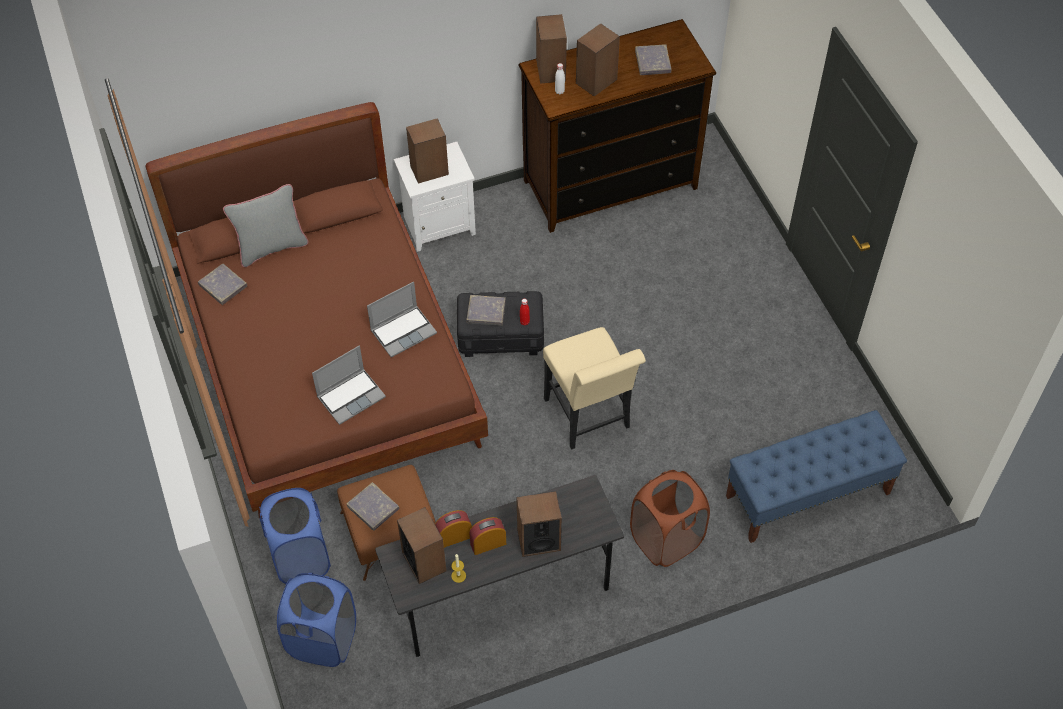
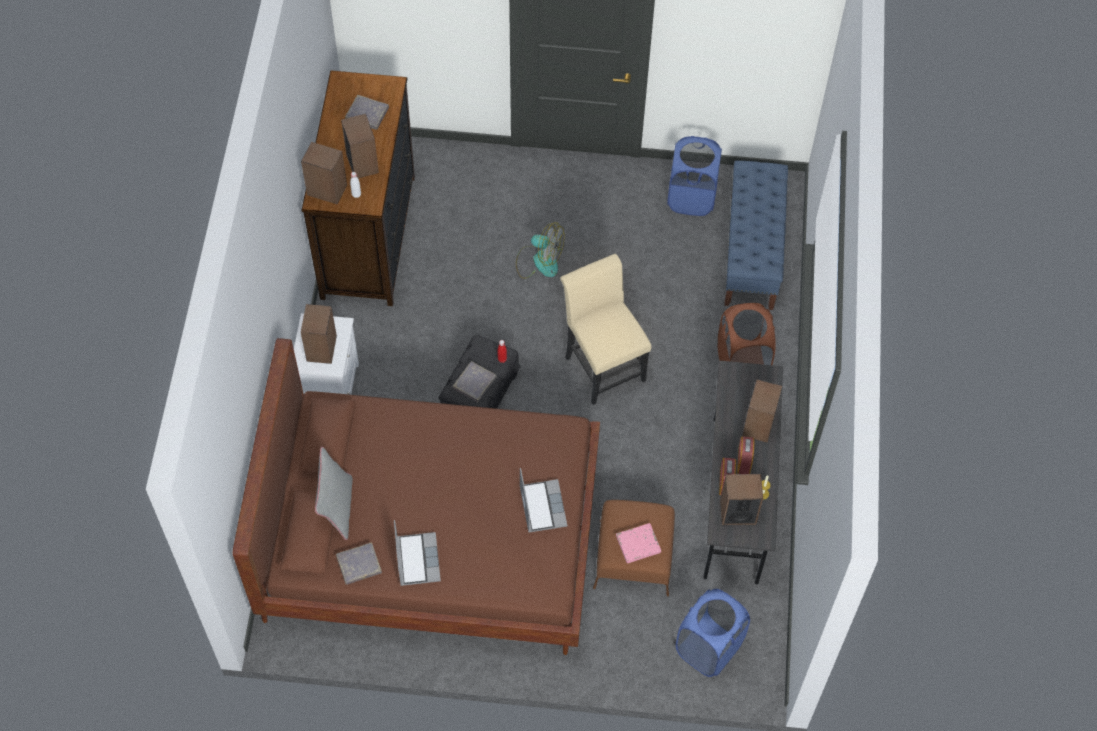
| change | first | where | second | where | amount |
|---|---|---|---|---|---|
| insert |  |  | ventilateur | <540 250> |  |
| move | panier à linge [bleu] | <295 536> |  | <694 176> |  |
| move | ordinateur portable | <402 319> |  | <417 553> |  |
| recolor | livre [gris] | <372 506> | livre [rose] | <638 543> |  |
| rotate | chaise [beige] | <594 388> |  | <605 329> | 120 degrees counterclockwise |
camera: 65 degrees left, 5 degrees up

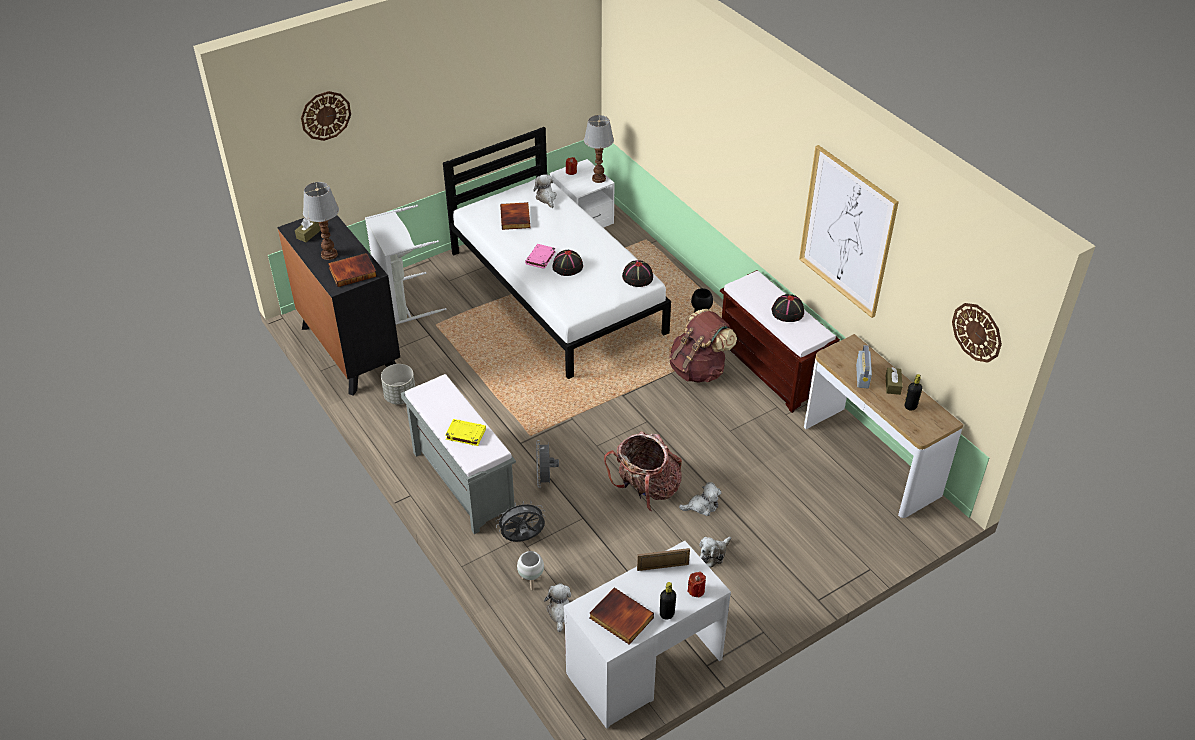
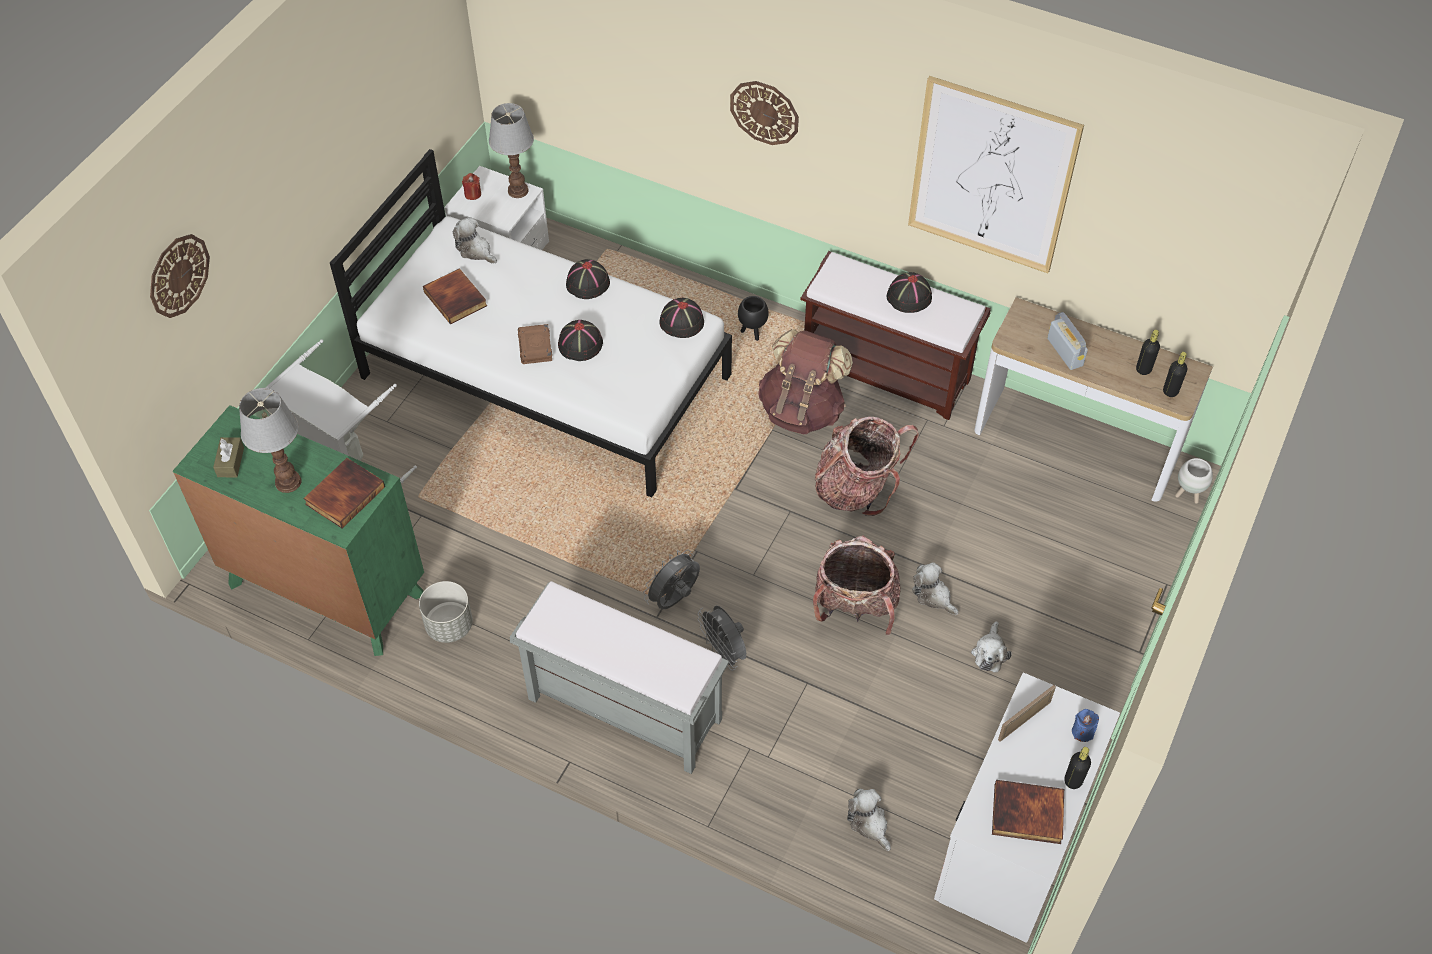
| change | first | where | second | where | amount |
|---|---|---|---|---|---|
| delete | livre [jaune] | <465 432> |  |  |  |
| delete | boîte à mouchoirs [marron] | <894 381> |  |  |  |
| insert |  |  | chapeau [noir] | <588 279> |  |
| insert |  |  | sac à dos | <866 466> |  |
| insert |  |  | bouteille [noir] | <1175 374> |  |
| move | ventilateur [gris] | <520 521> |  | <671 579> |  |
| move | cache-pot [blanc] | <530 570> |  | <1194 481> |  |
| move | horloge murale | <977 333> |  | <764 113> |  |
| recolor | commode [noir] | <338 305> | commode [vert] | <298 530> |  |
| recolor | livre [rose] | <540 256> | livre [marron] | <535 344> |  |
| recolor | bougie [rouge] | <696 585> | bougie [bleu] | <1085 725> |  |
| rotate | peluche | <700 499> |  | <935 588> | 90 degrees counterclockwise |
camera: 30 degrees left, 10 degrees up

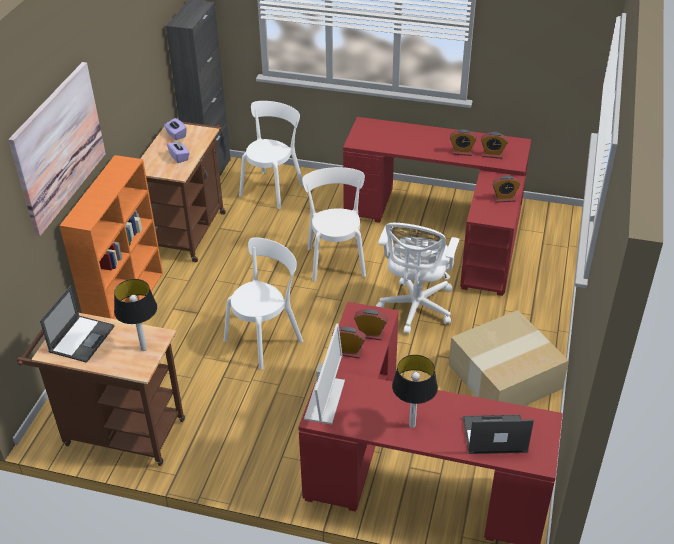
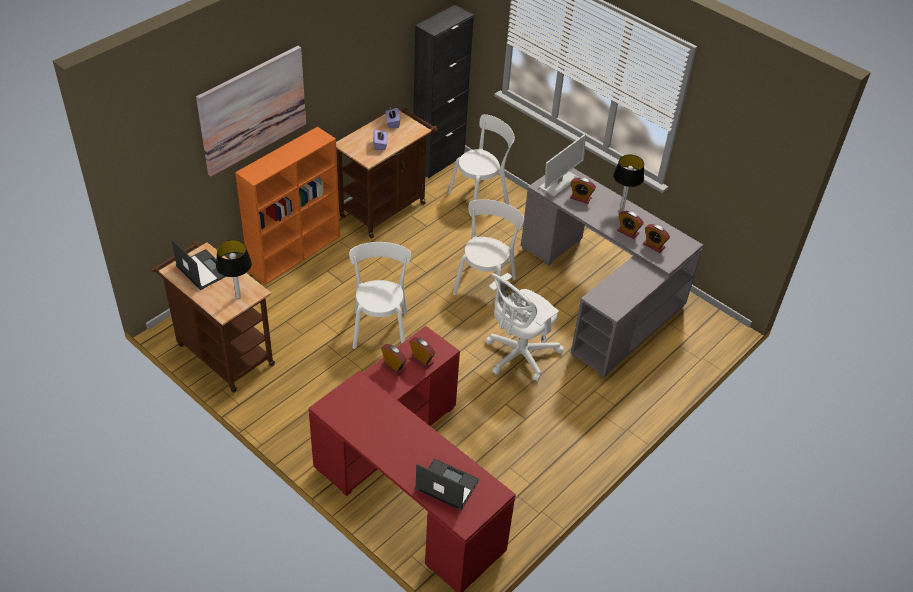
| change | first | where | second | where | amount |
|---|---|---|---|---|---|
| delete | carton | <509 358> |  |  |  |
| move | écran d'ordinateur | <324 374> |  | <562 165> |  |
| move | lampe de table | <415 391> |  | <628 182> |  |
| move | réveil | <506 189> |  | <583 191> |  |
| recolor | bureau [rouge] | <437 206> | bureau [gris] | <612 273> |  |
| rotate | ordinateur portable | <77 324> |  | <198 264> | 90 degrees counterclockwise |
| rotate | chaise [blanc] | <263 303> |  | <380 295> | 75 degrees counterclockwise |
camera: 25 degrees right, 5 degrees up

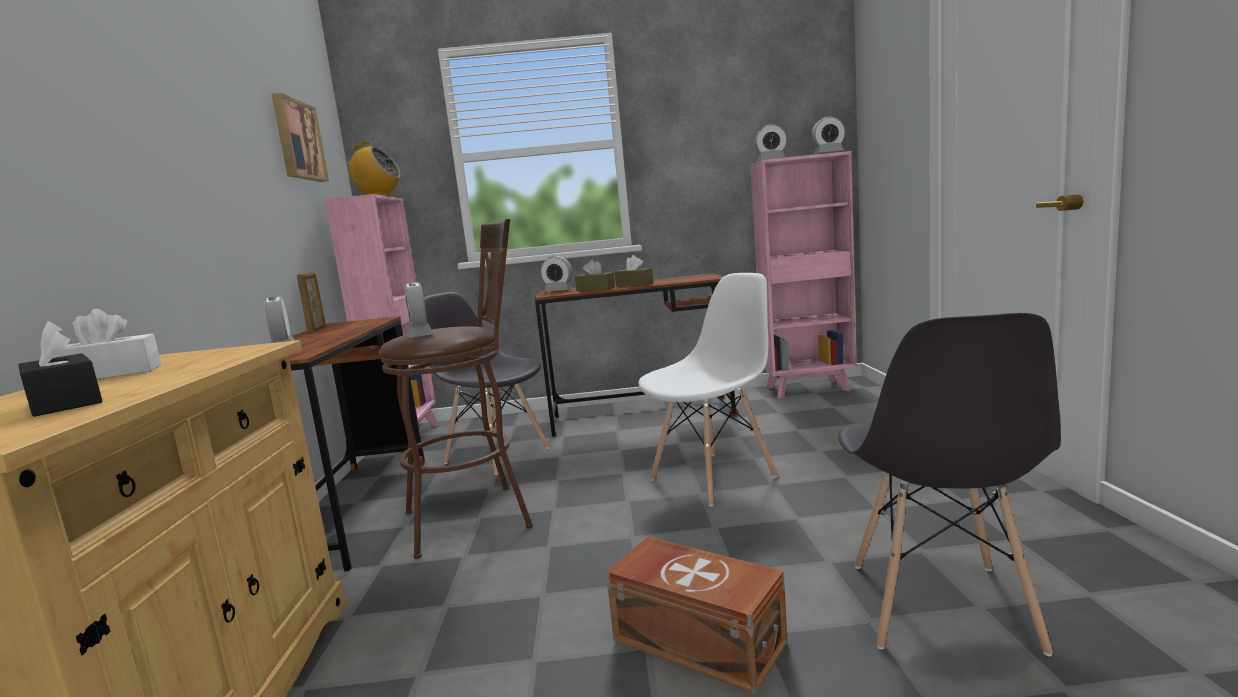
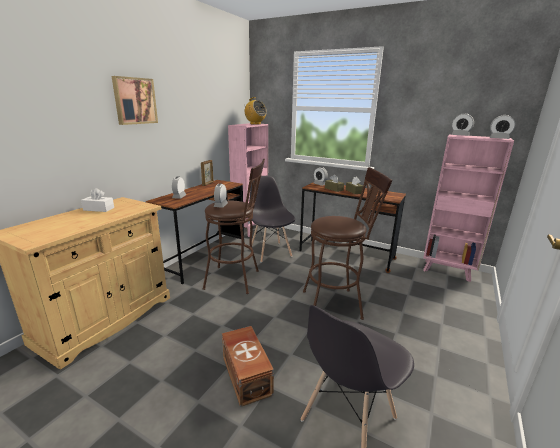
| change | first | where | second | where | amount |
|---|---|---|---|---|---|
| delete | boîte à mouchoirs [noir] | <61 369> |  |  |  |
| move | tableau | <300 137> |  | <135 100> |  |
| replace | chaise [blanc] | <708 390> | tabouret [marron] | <347 243> |  |
camera: 30 degrees right, 10 degrees up

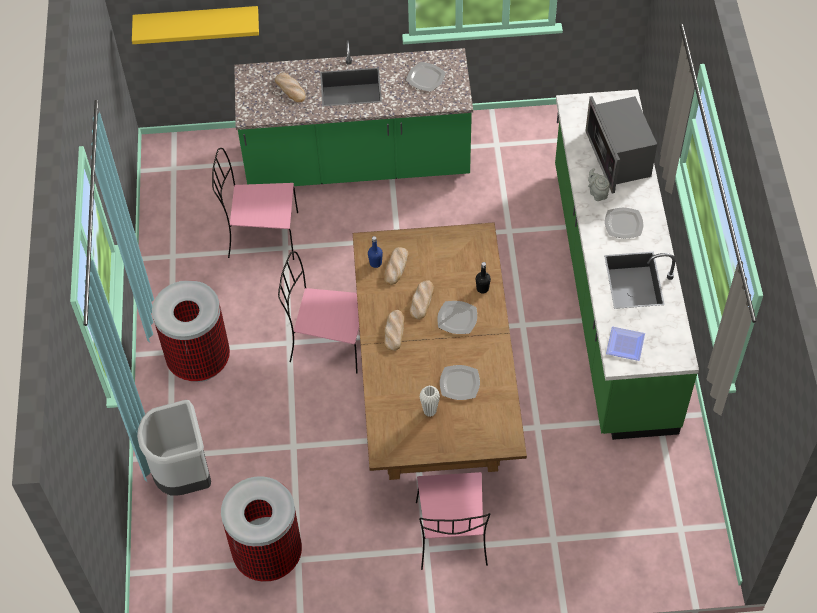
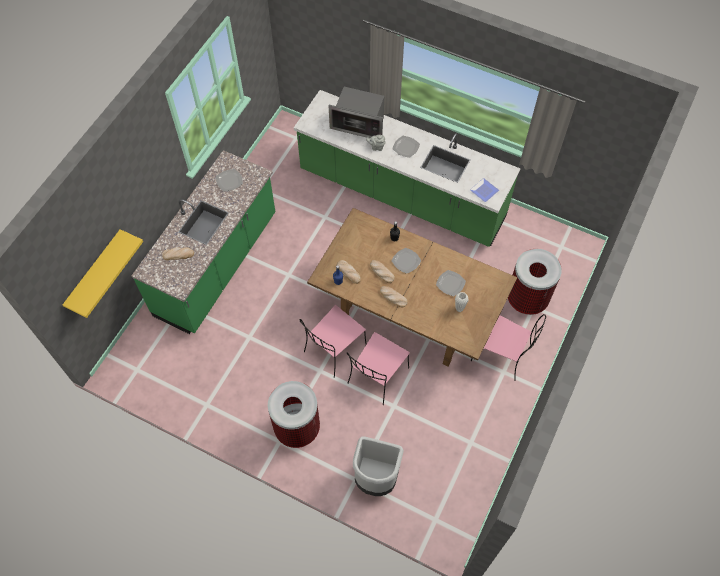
| change | first | where | second | where | amount |
|---|---|---|---|---|---|
| move | chaise [rose] | <255 204> |  | <378 368> |  |
| move | poubelle | <261 529> |  | <535 282> |  |
camera: 60 degrees left, 5 degrees up

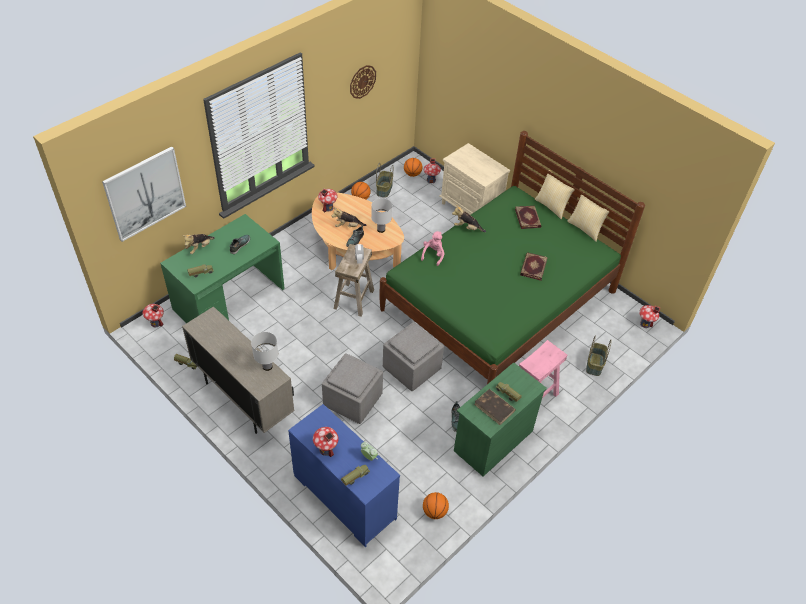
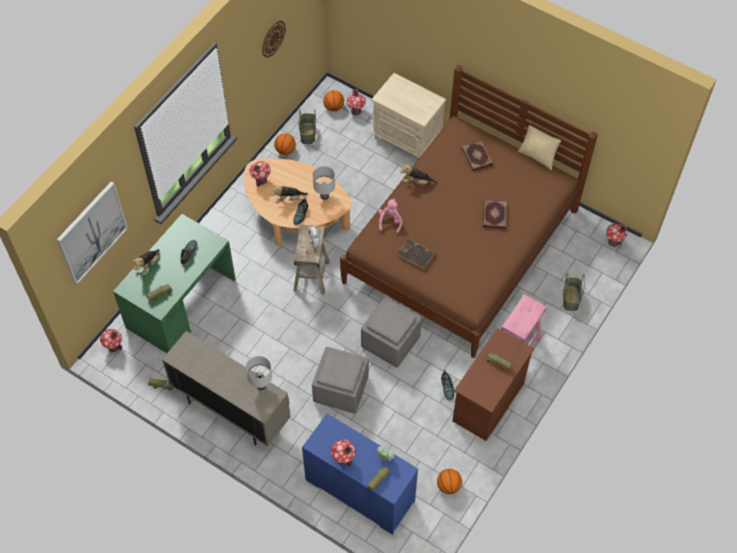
| change | first | where | second | where | amount |
|---|---|---|---|---|---|
| delete | coussin | <555 194> |  |  |  |
| move | livre [marron] | <495 407> |  | <416 254> |  |
| recolor | lit [vert] | <512 257> | lit [marron] | <469 211> |  |
| recolor | commode [vert] | <500 419> | commode [marron] | <493 384> |  |
camera: 10 degrees left, 10 degrees up

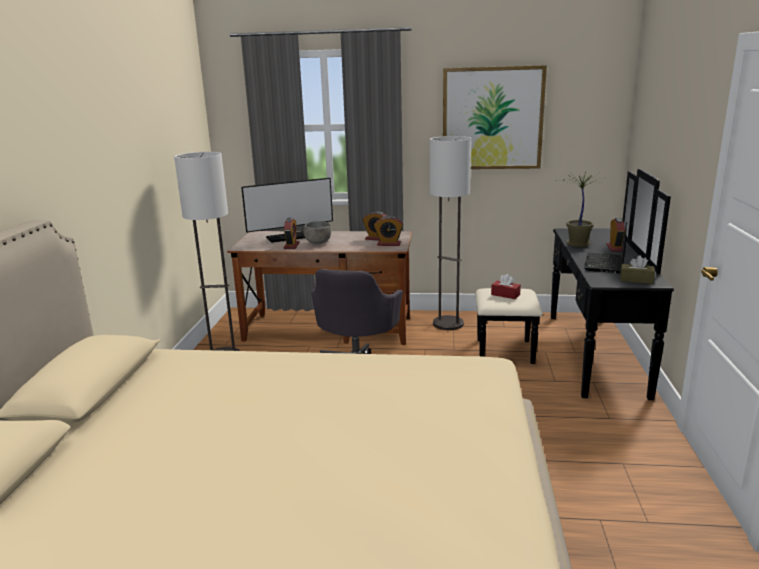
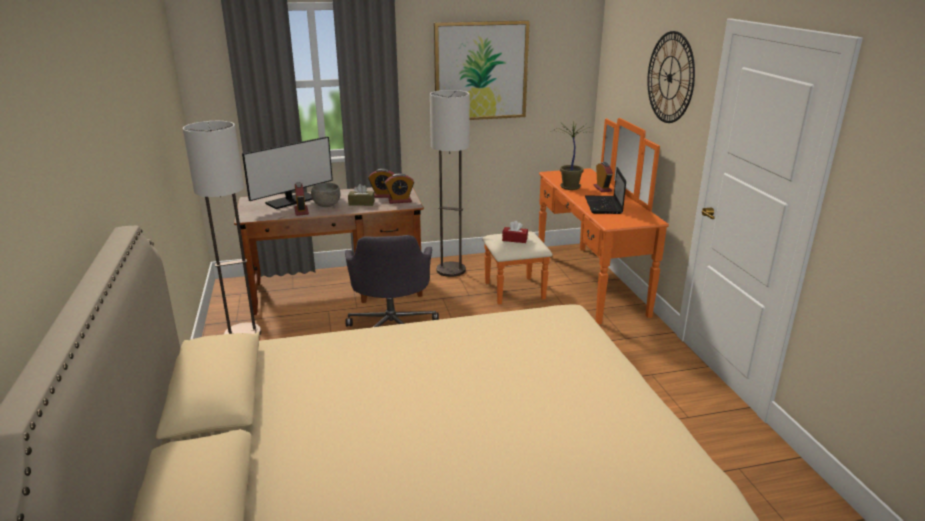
| change | first | where | second | where | amount |
|---|---|---|---|---|---|
| insert |  |  | horloge murale | <671 77> |  |
| move | boîte à mouchoirs [marron] | <637 269> |  | <361 195> |  |
| recolor | commode [noir] | <574 284> | commode [orange] | <575 221> |  |
camera: 20 degrees left, 5 degrees up

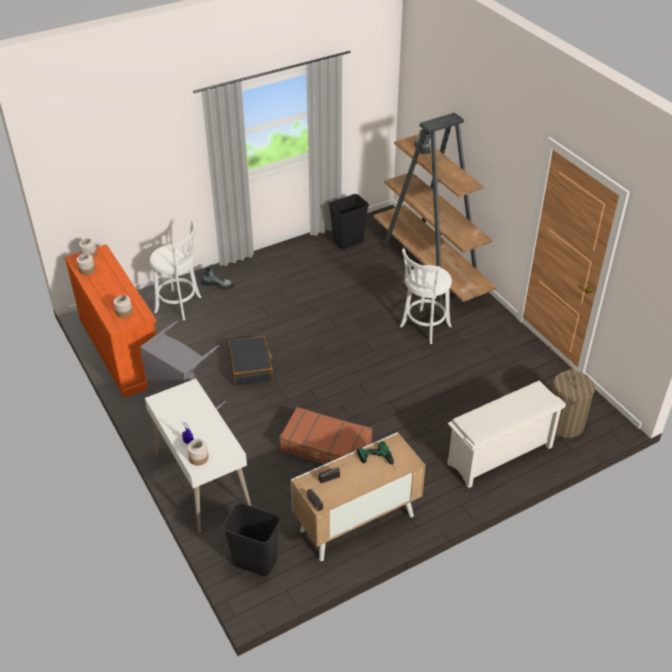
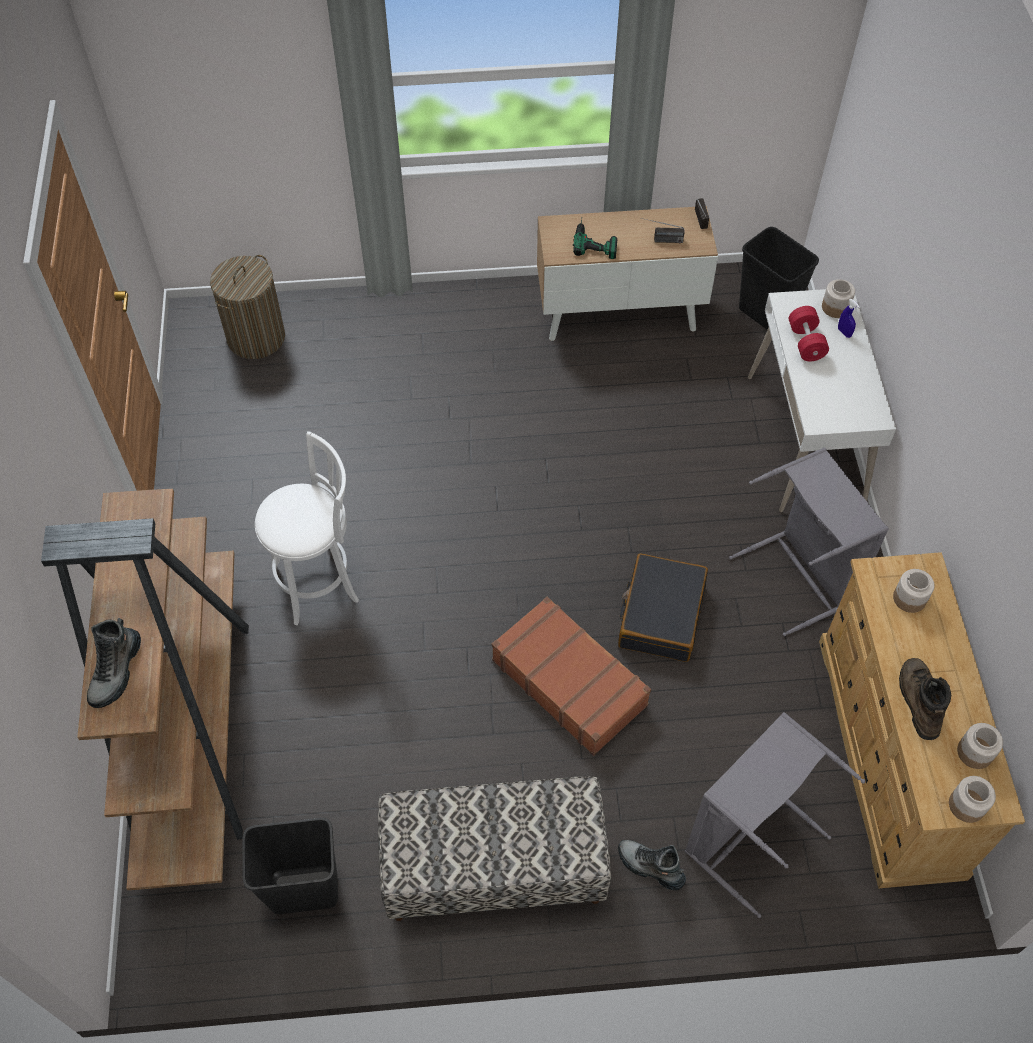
| change | first | where | second | where | amount |
|---|---|---|---|---|---|
| delete | étagère à chaussures [blanc] | <506 434> |  |  |  |
| insert |  |  | banc | <494 848> |  |
| insert |  |  | haltère [rouge] | <809 333> |  |
| insert |  |  | botte [marron] | <925 699> |  |
| move | valise [marron] | <326 435> |  | <571 676> |  |
| replace | tabouret [blanc] | <176 270> | panier à linge [gris] | <775 815> |  |
| recolor | commode [orange] | <111 321> | commode [beige] | <922 720> |  |
camera: 155 degrees left, 15 degrees up

